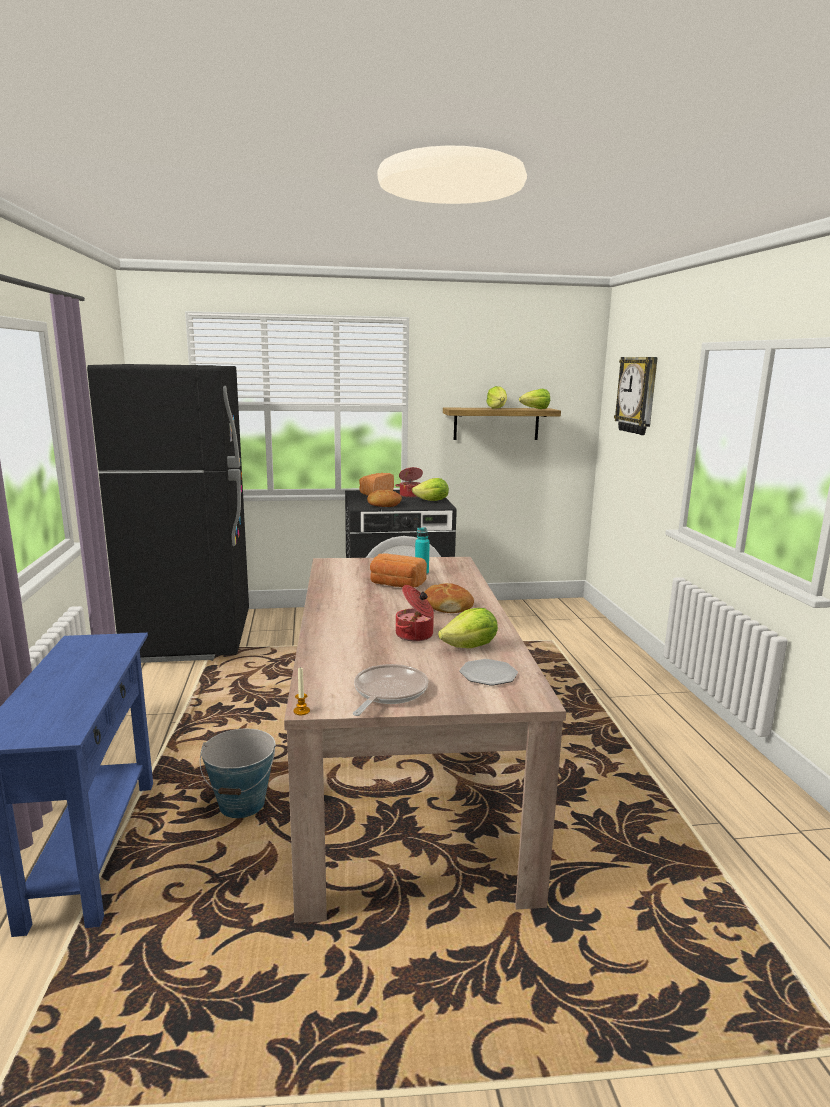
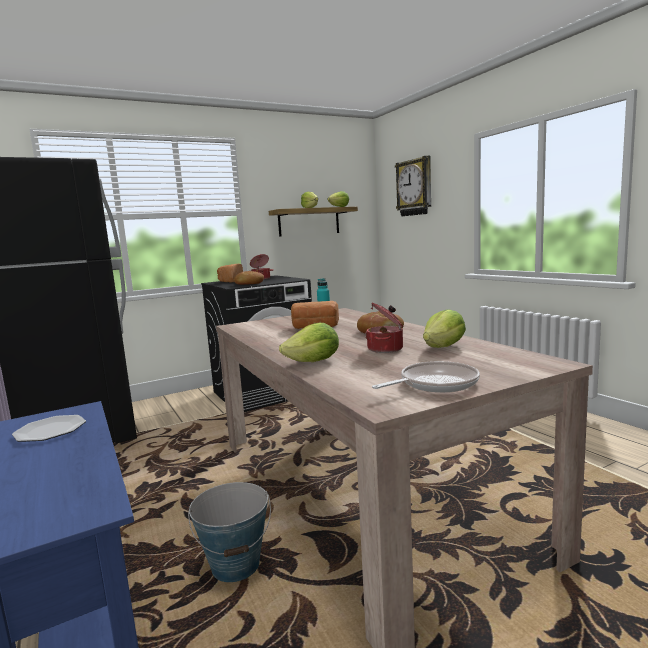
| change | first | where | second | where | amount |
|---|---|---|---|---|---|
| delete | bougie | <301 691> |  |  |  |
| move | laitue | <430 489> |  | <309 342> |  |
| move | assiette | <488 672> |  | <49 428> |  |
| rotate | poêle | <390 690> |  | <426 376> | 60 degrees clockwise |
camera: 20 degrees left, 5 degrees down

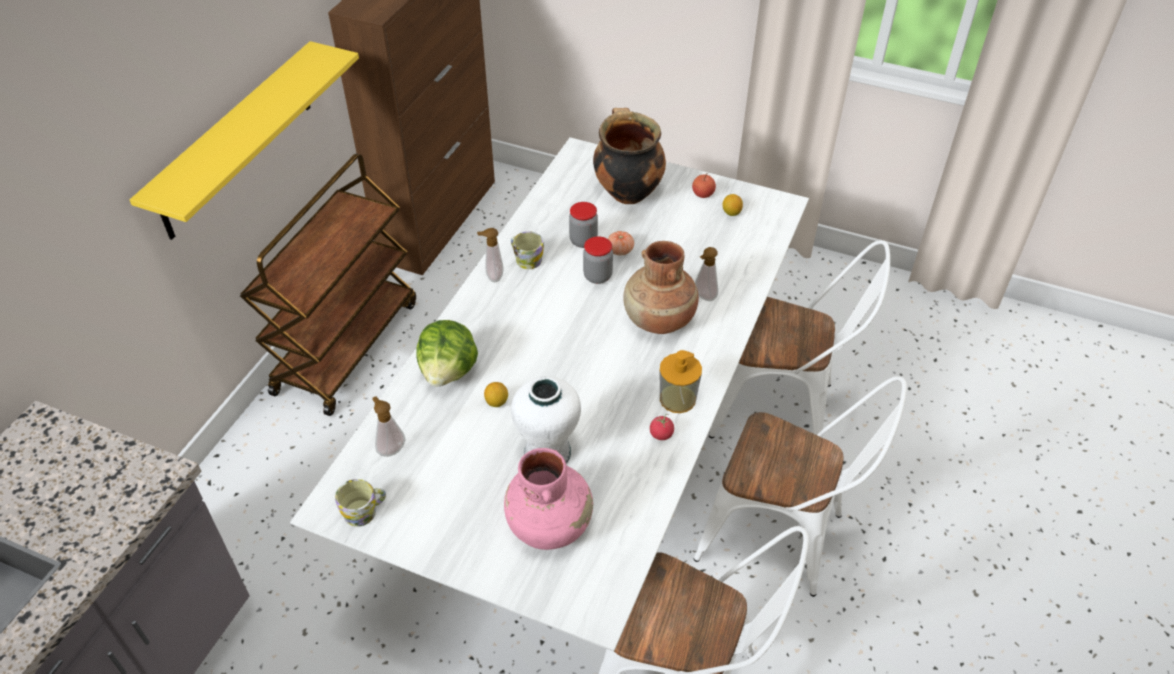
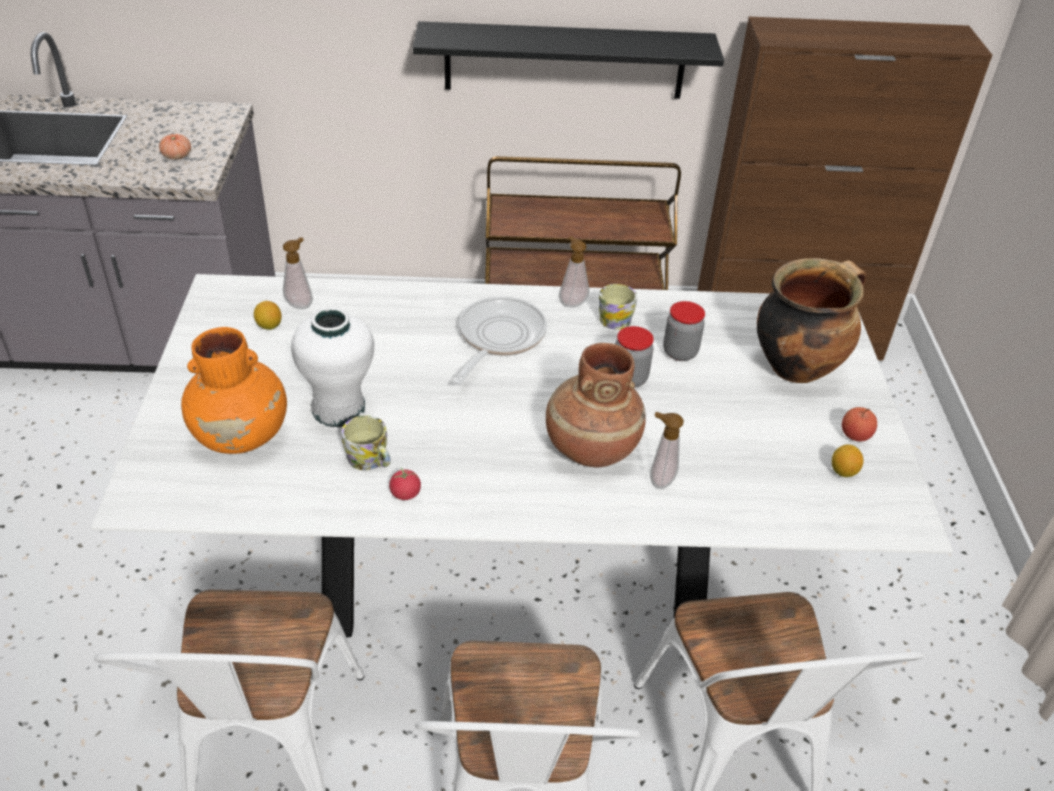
| change | first | where | second | where | amount |
|---|---|---|---|---|---|
| delete | laitue | <447 353> |  |  |  |
| delete | distributeur de savon | <681 381> |  |  |  |
| insert |  |  | poêle | <500 340> |  |
| move | mug | <360 503> |  | <366 442> |  |
| move | citron | <496 394> |  | <268 315> |  |
| move | tomate | <621 243> |  | <175 147> |  |
| recolor | étagère [jaune] | <244 140> | étagère [noir] | <568 60> |  |
| recolor | vase [rose] | <548 499> | vase [orange] | <234 390> |  |
camera: 65 degrees right, 5 degrees down

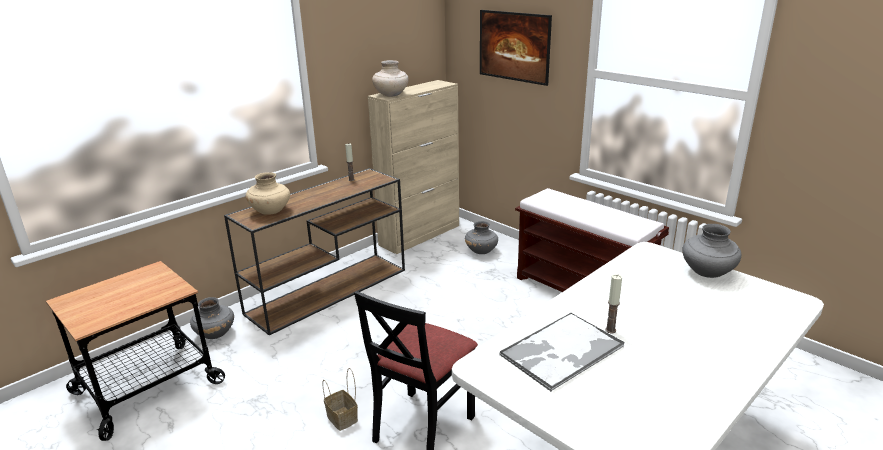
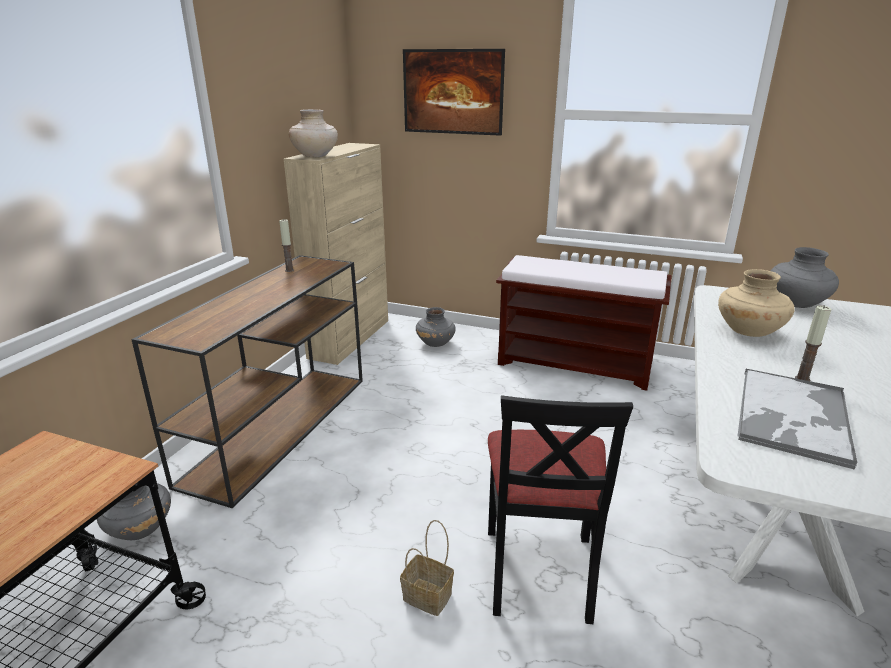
| change | first | where | second | where | amount |
|---|---|---|---|---|---|
| move | vase [beige] | <268 193> |  | <756 303> |  |
camera: 25 degrees left, 0 degrees up

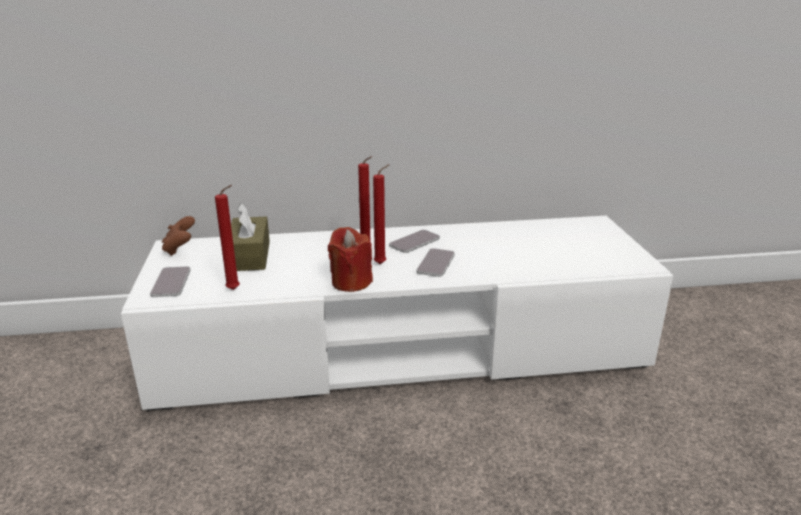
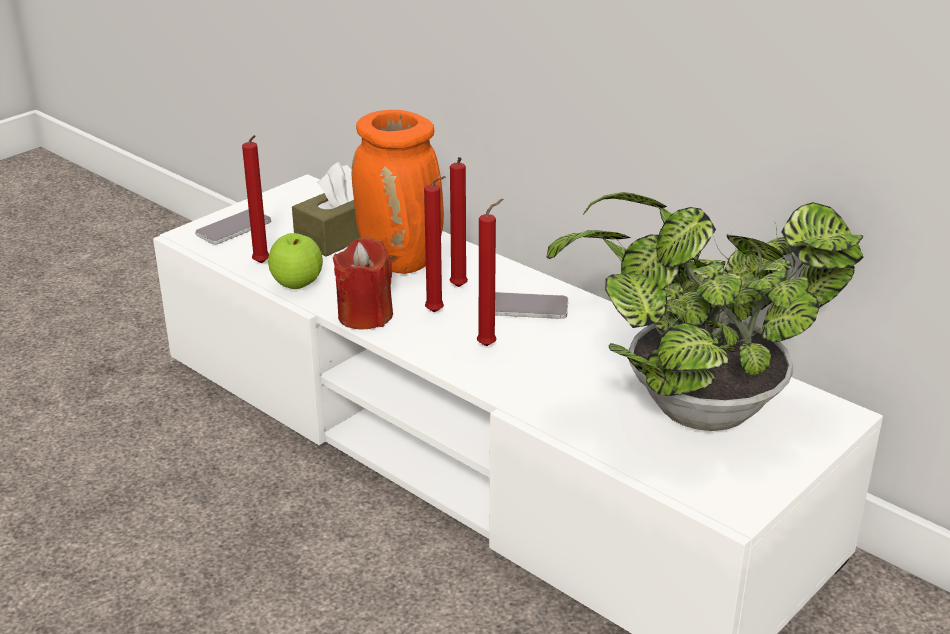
| change | first | where | second | where | amount |
|---|---|---|---|---|---|
| delete | manette [marron] | <178 236> |  |  |  |
| insert |  |  | pomme | <295 261> |  |
| insert |  |  | vase [orange] | <398 192> |  |
| insert |  |  | plante en pot | <705 311> |  |
| replace | téléphone | <435 262> | bougie [rouge] | <490 272> |  |
camera: 50 degrees right, 5 degrees up

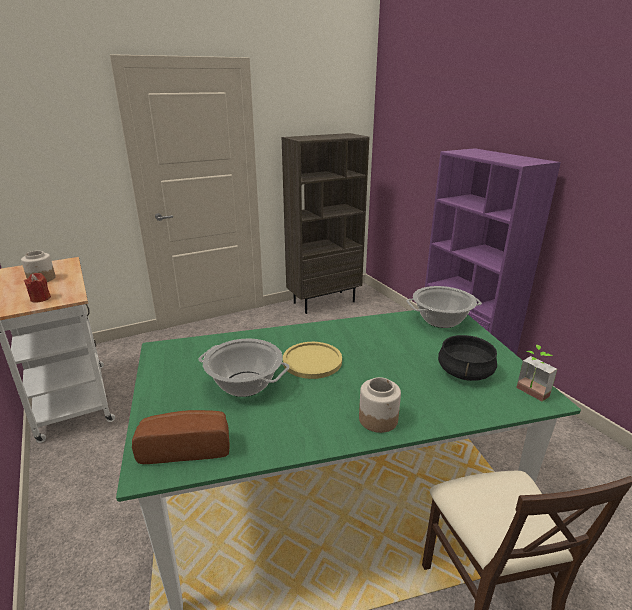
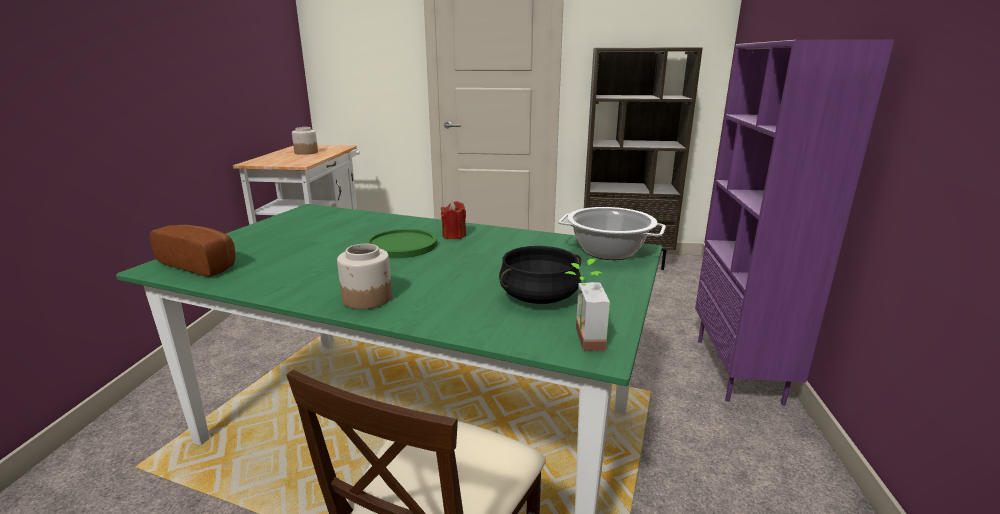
| change | first | where | second | where | amount |
|---|---|---|---|---|---|
| delete | marmite | <243 368> |  |  |  |
| move | bougie [rouge] | <37 288> |  | <453 220> |  |
| recolor | assiette [jaune] | <312 360> | assiette [vert] | <401 243> |  |
camera: 35 degrees right, 5 degrees down

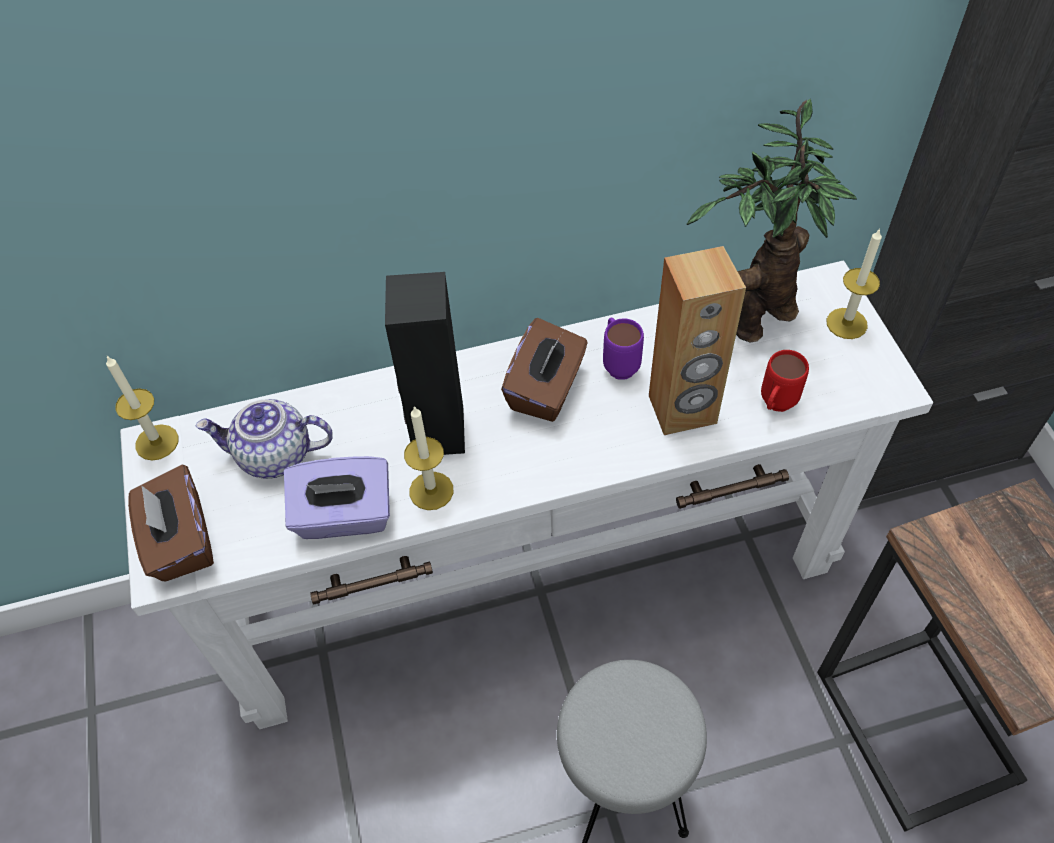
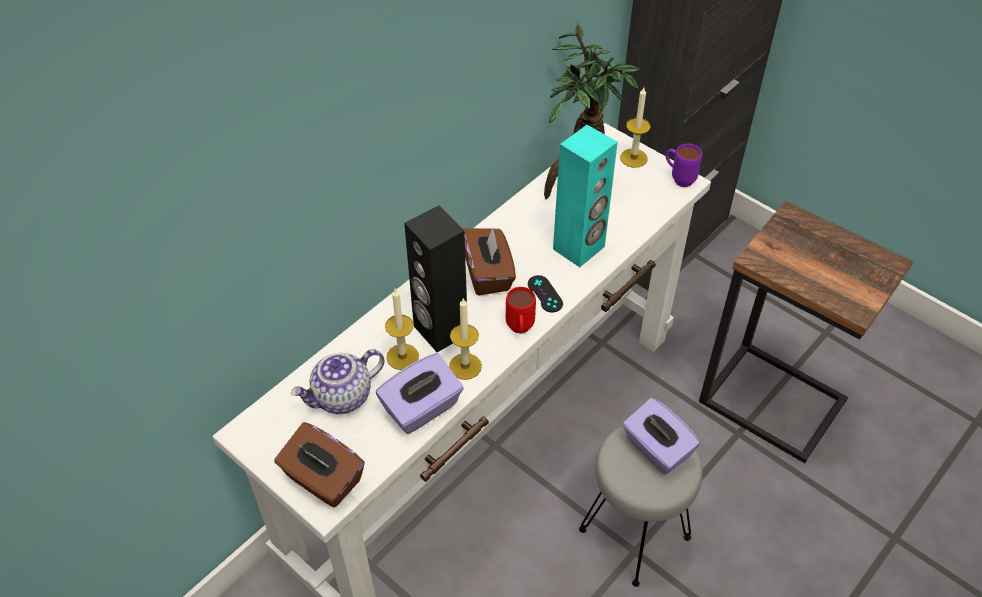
| change | first | where | second | where | amount |
|---|---|---|---|---|---|
| insert |  |  | manette [noir] | <545 293> |  |
| insert |  |  | boîte à mouchoirs [violet] | <661 436> |  |
| move | bougie | <142 408> |  | <402 329> |  |
| move | mug [violet] | <623 349> |  | <684 165> |  |
| move | mug [rouge] | <785 381> |  | <521 310> |  |
| recolor | enceinte [marron] | <697 340> | enceinte [turquoise] | <585 196> |  |
camera: 35 degrees left, 5 degrees down

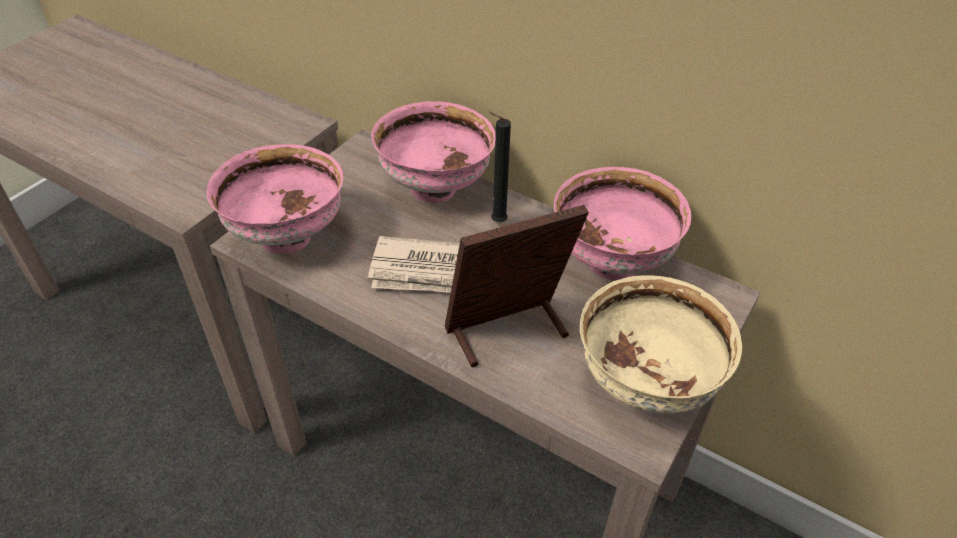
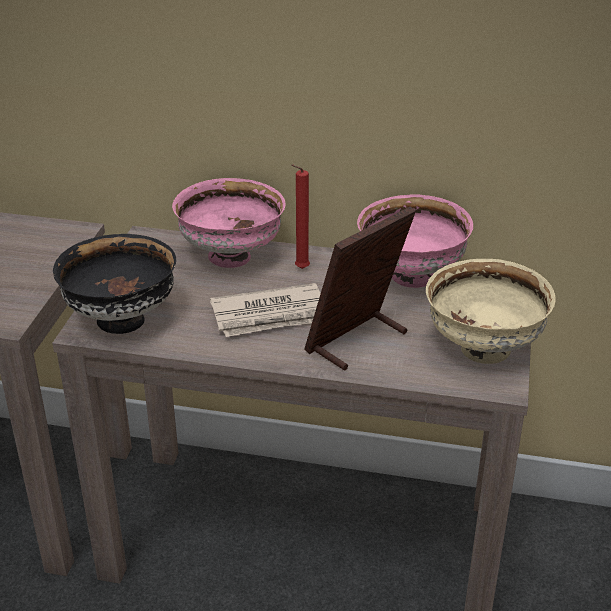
| change | first | where | second | where | amount |
|---|---|---|---|---|---|
| recolor | bol [rose] | <275 199> | bol [noir] | <114 284> |  |
| recolor | bougie [noir] | <500 166> | bougie [rouge] | <300 216> |  |
camera: 20 degrees left, 10 degrees down

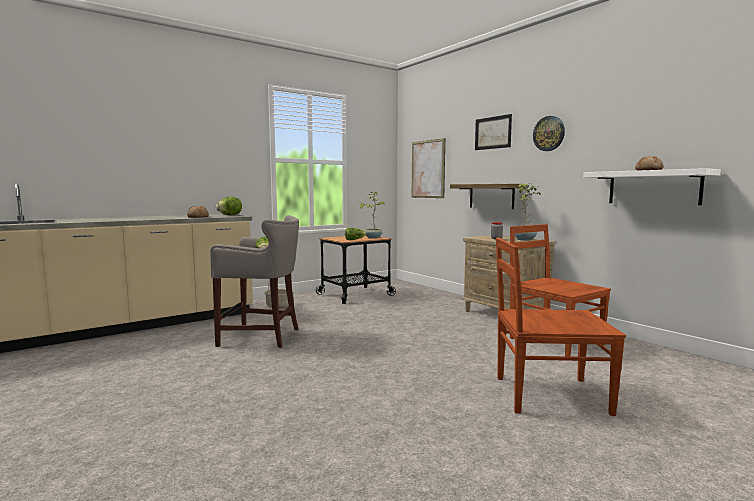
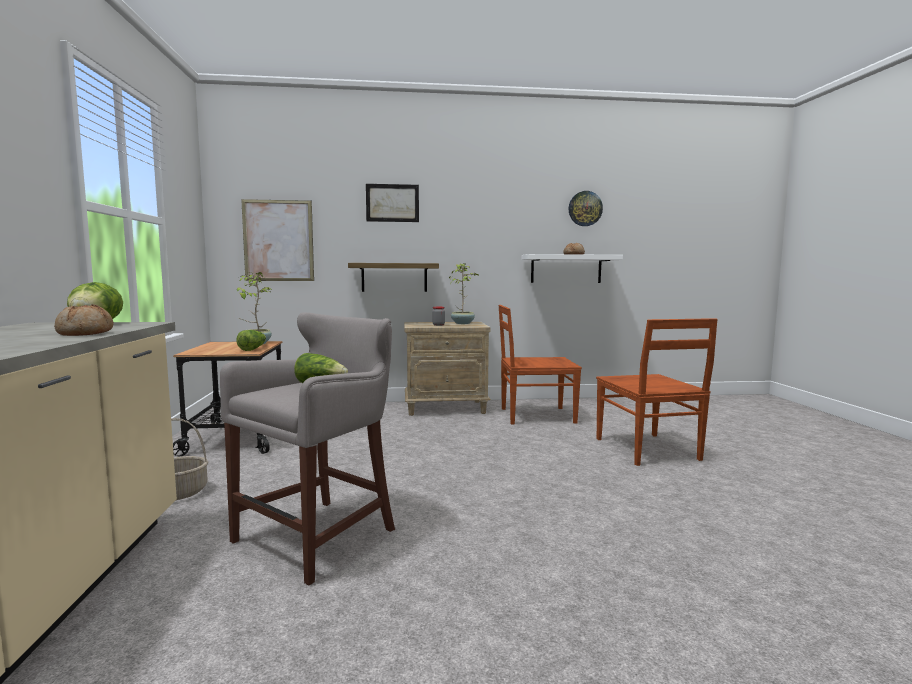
| change | first | where | second | where | amount |
|---|---|---|---|---|---|
| move | horloge murale | <549 133> |  | <586 208> |  |
| rotate | chaise [marron] | <561 326> |  | <657 392> | 45 degrees counterclockwise |
camera: 60 degrees left, 0 degrees up

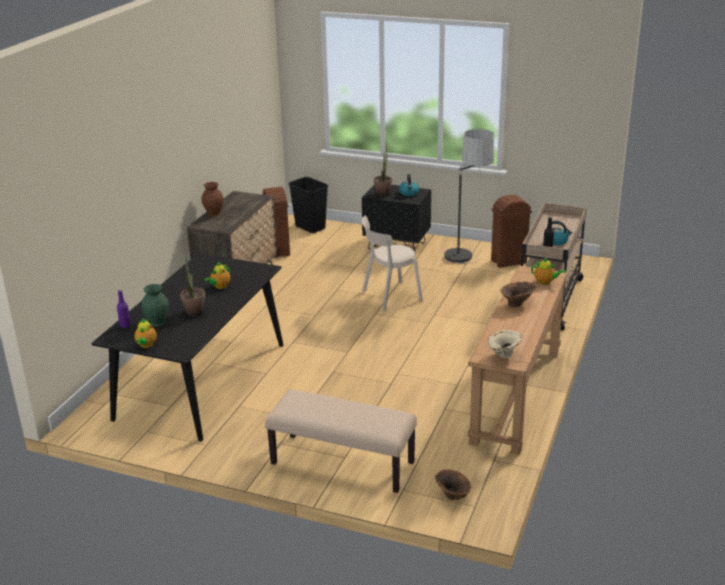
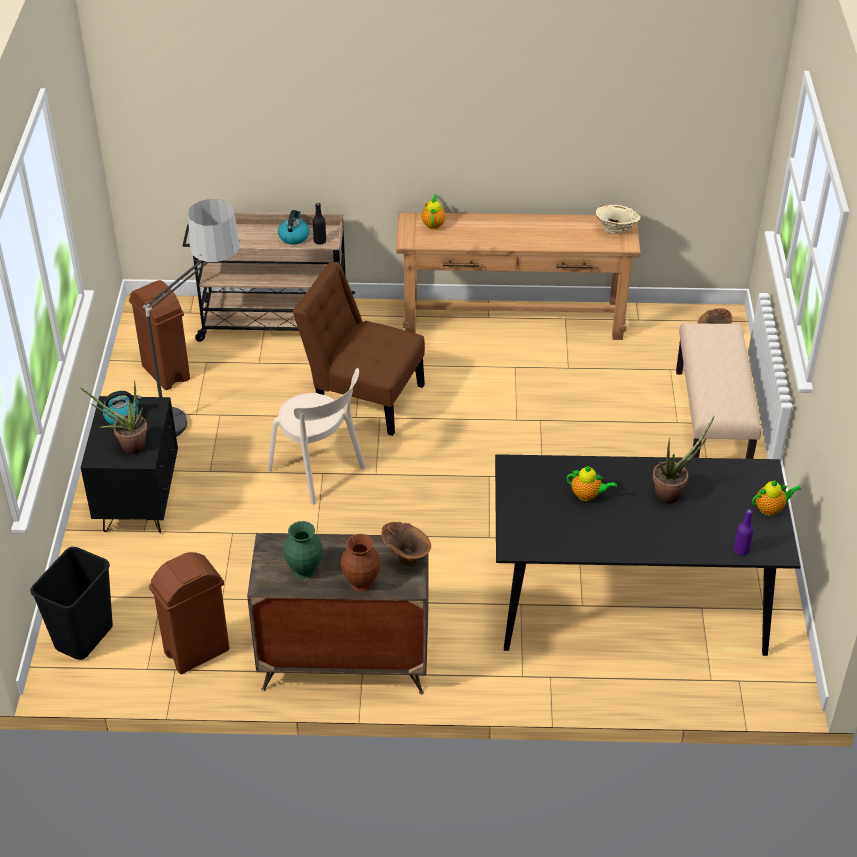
| change | first | where | second | where | amount |
|---|---|---|---|---|---|
| insert |  |  | chaise [marron] | <358 349> |  |
| move | vase [vert] | <155 305> |  | <303 550> |  |
| move | vase [marron] | <518 295> |  | <406 544> |  |
camera: 110 degrees left, 15 degrees up

